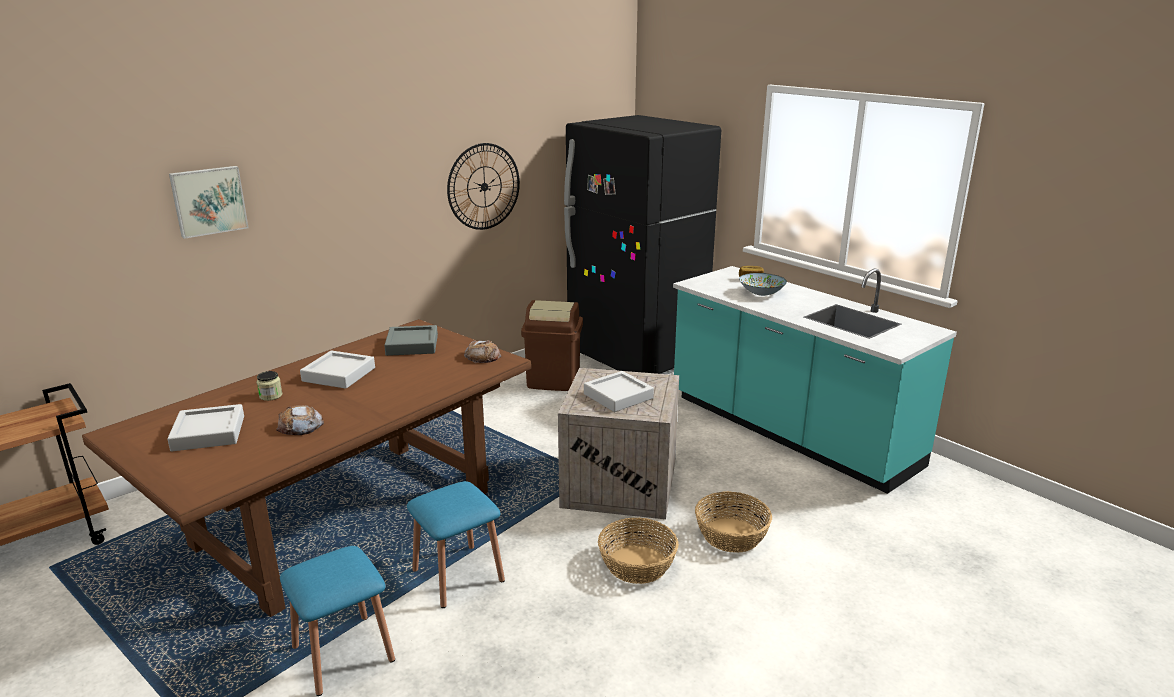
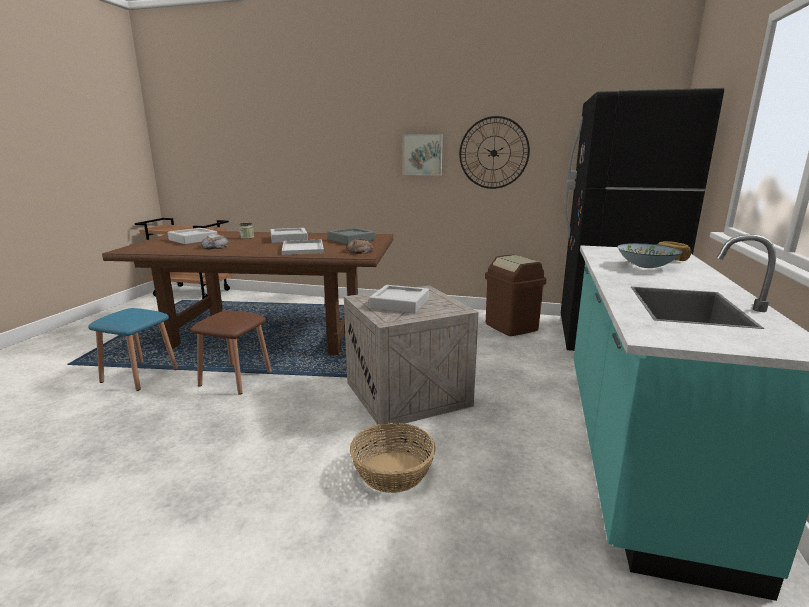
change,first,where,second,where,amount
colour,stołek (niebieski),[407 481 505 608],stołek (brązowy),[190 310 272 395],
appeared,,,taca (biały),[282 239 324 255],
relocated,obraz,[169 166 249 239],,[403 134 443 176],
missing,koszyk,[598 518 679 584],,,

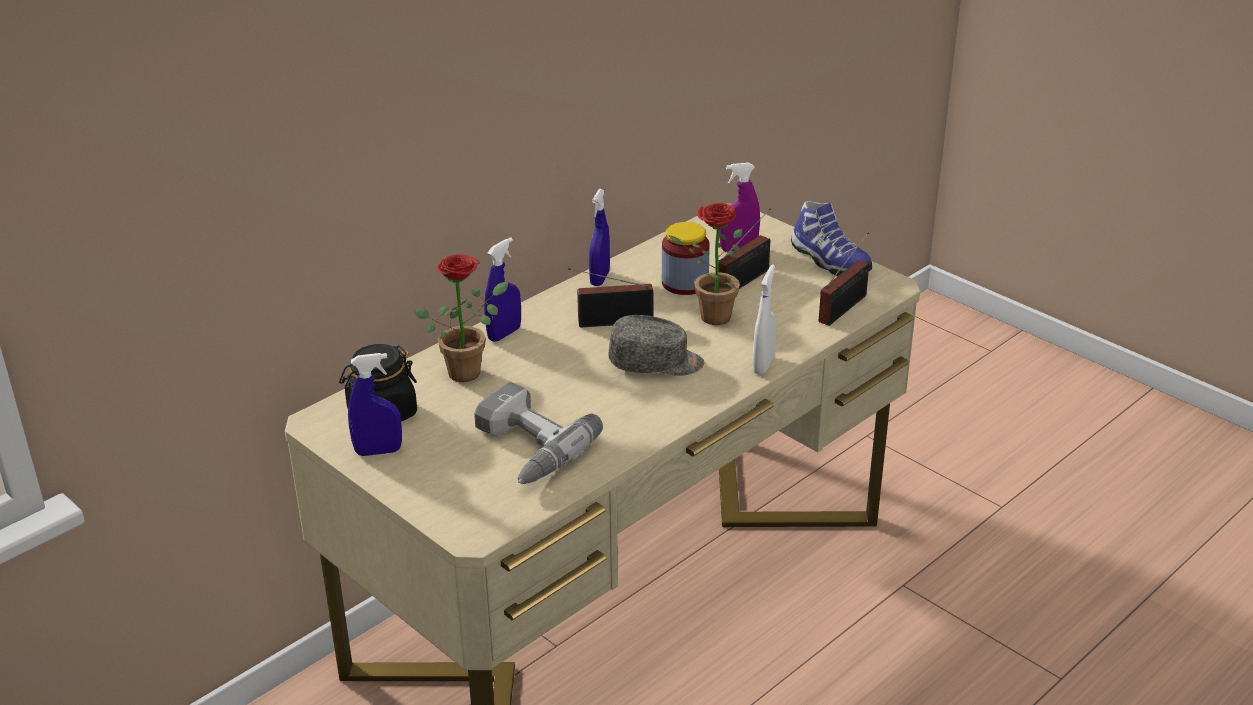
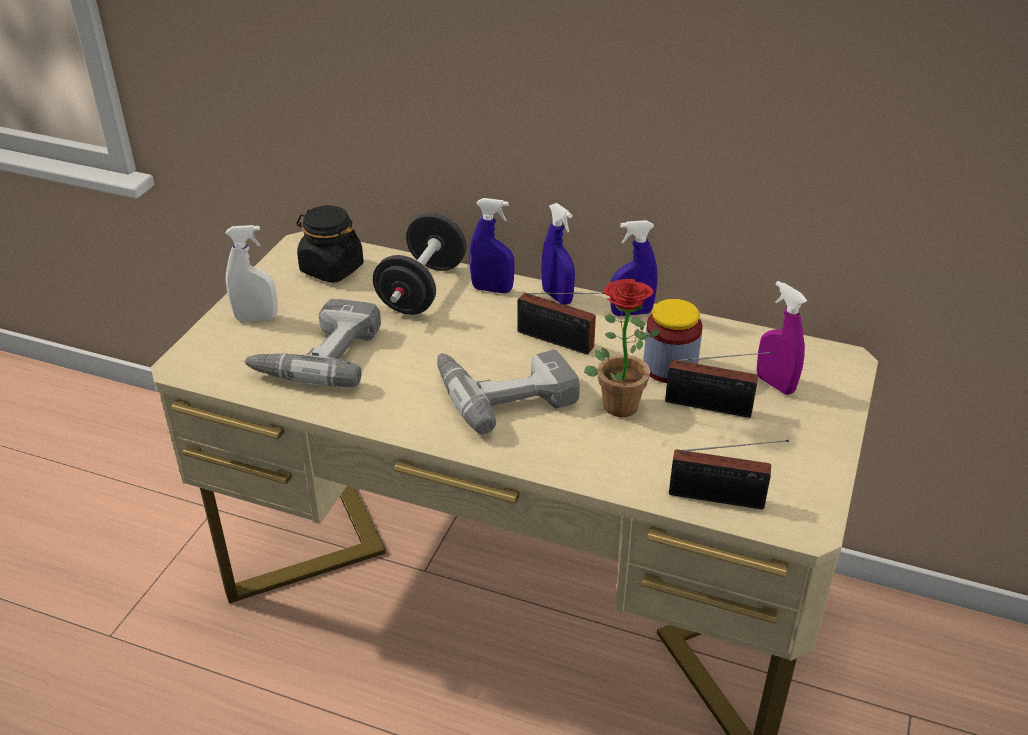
change,first,where,second,where,amount
relocated,spryskiwacz (biały),[753 264 777 375],,[225 225 278 321],
exchanged,roślina doniczkowa,[414 254 508 382],hantel (czarny),[373 213 466 315],
exchanged,czapka z daszkiem (szary),[608 315 704 376],wiertarka,[437 350 580 434],
spun,radio,[568 268 653 327],,[517 292 605 355],150 degrees clockwise
relocated,spryskiwacz (niebieski),[348 353 402 456],,[541 203 575 305],
missing,but,[791 201 872 277],,,

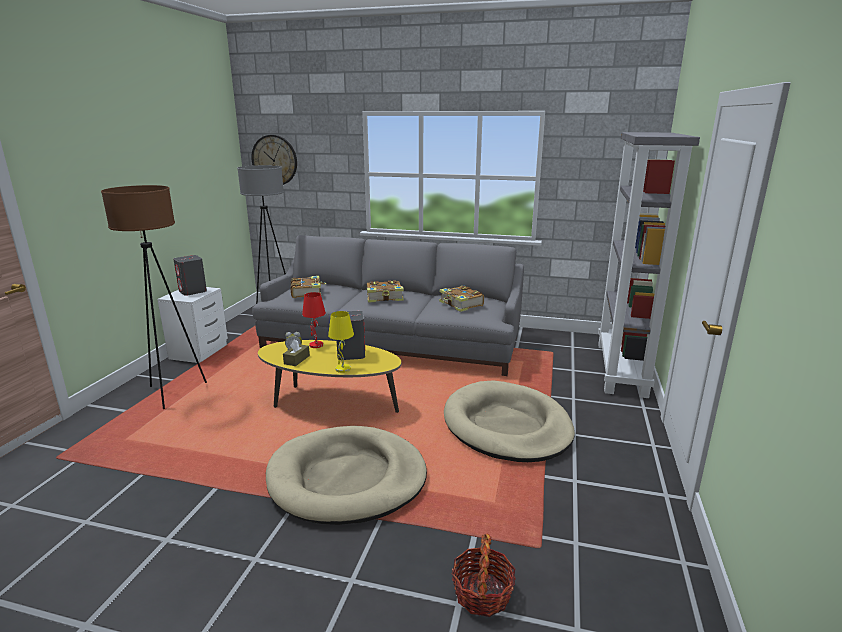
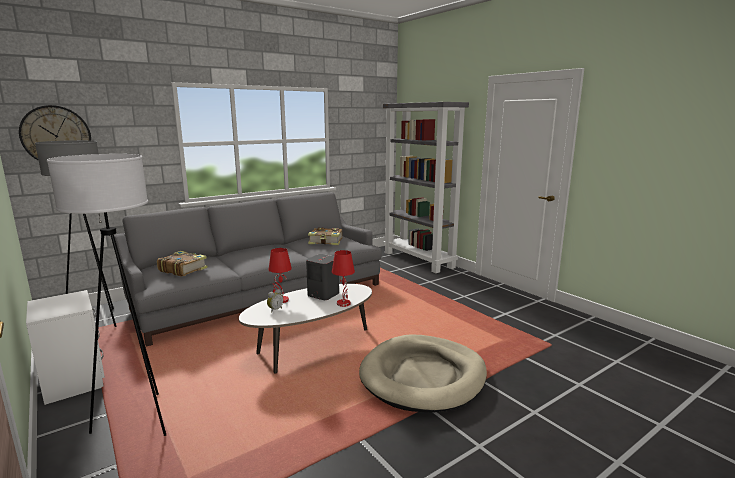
change,first,where,second,where,amount
colour,lampa stojąca (brązowy),[101 185 207 409],lampa stojąca (biały),[47 154 166 436],
colour,ława (żółty),[258 340 401 413],ława (biały),[239 284 372 373],
colour,lampa stołowa (żółty),[328 311 354 373],lampa stołowa (czerwony),[332 250 355 307],
missing,głośnik (szary),[174 255 207 296],,,
missing,pudełko chusteczek (brązowy),[283 339 310 366],,,
missing,książka,[367 280 404 303],,,
missing,legowisko (beżowy),[444 380 575 462],,,
missing,koszyk,[451 533 516 617],,,

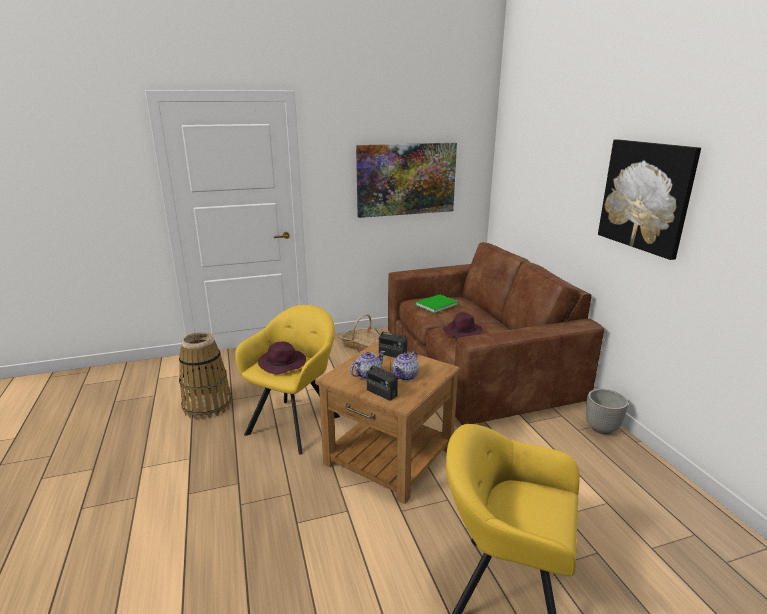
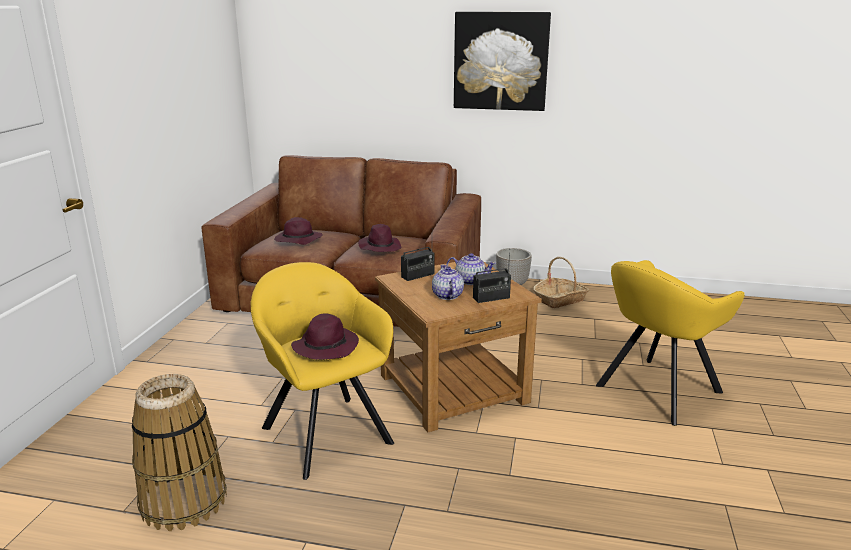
change,first,where,second,where,amount
exchanged,książka (zielony),[415 294 458 313],kapelusz (fioletowy),[274 217 323 245],
spun,imbryk,[392 351 419 381],,[446 253 496 285],45 degrees counterclockwise
relocated,koszyk,[340 314 380 351],,[533 257 589 308],
missing,obraz,[356 143 457 218],,,

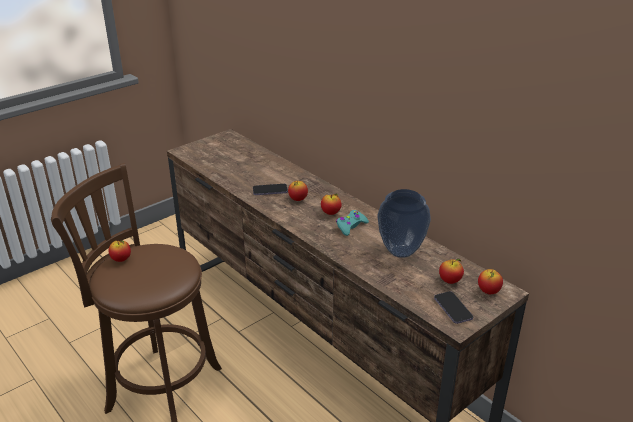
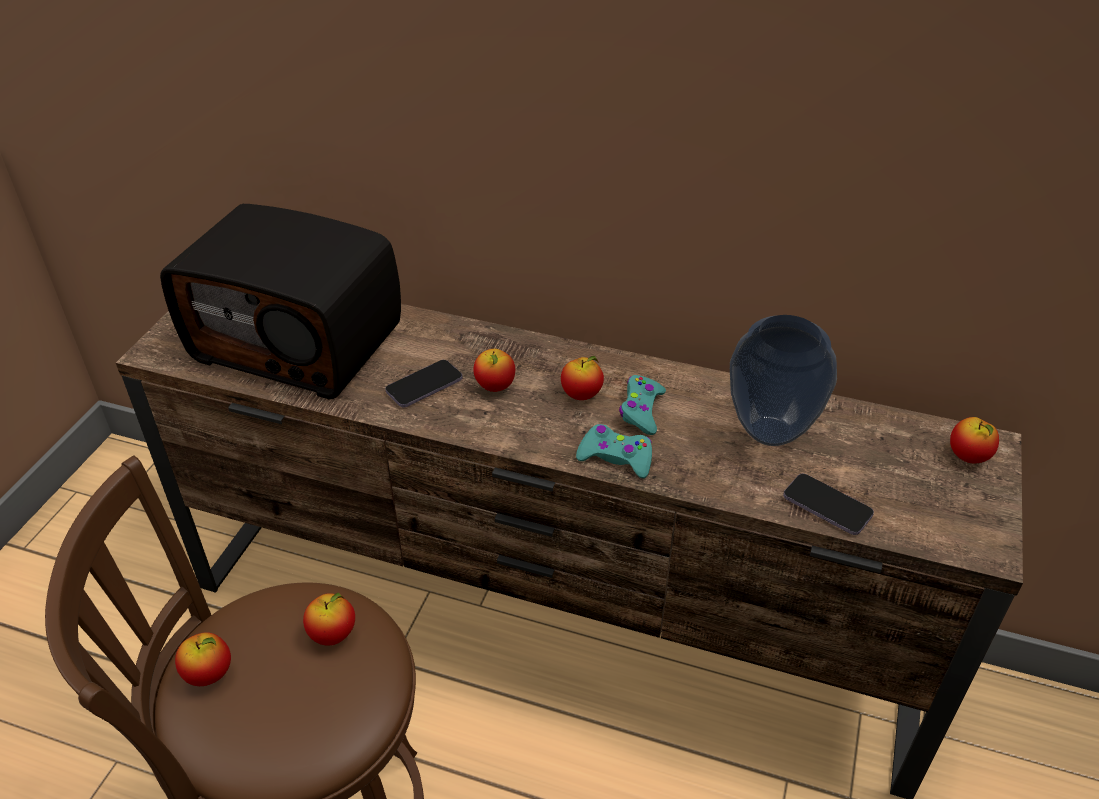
change,first,where,second,where,amount
appeared,,,radio,[160 204 401 399],
relocated,jabłko,[439 259 464 284],,[303 593 355 646],
appeared,,,pad do gier (turkusowy),[576 424 652 478],
relocated,telefon,[434 291 473 324],,[783 474 874 535],

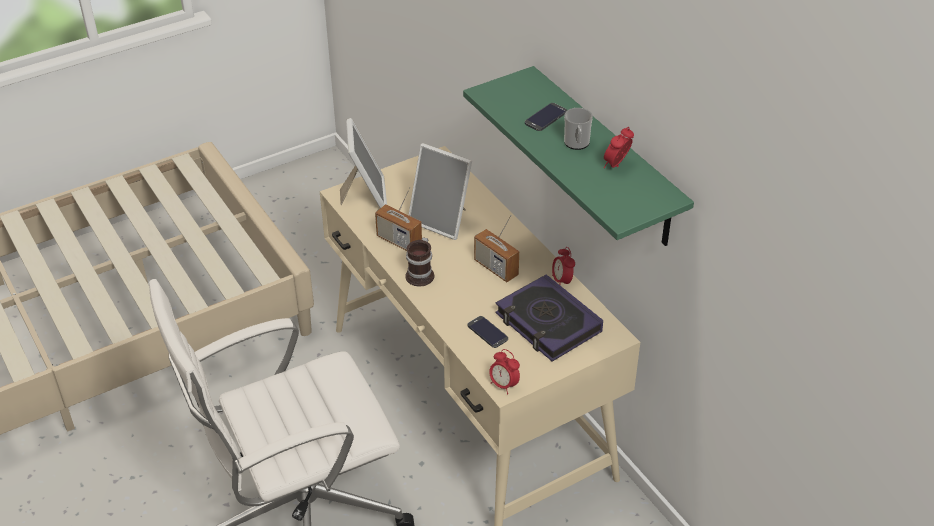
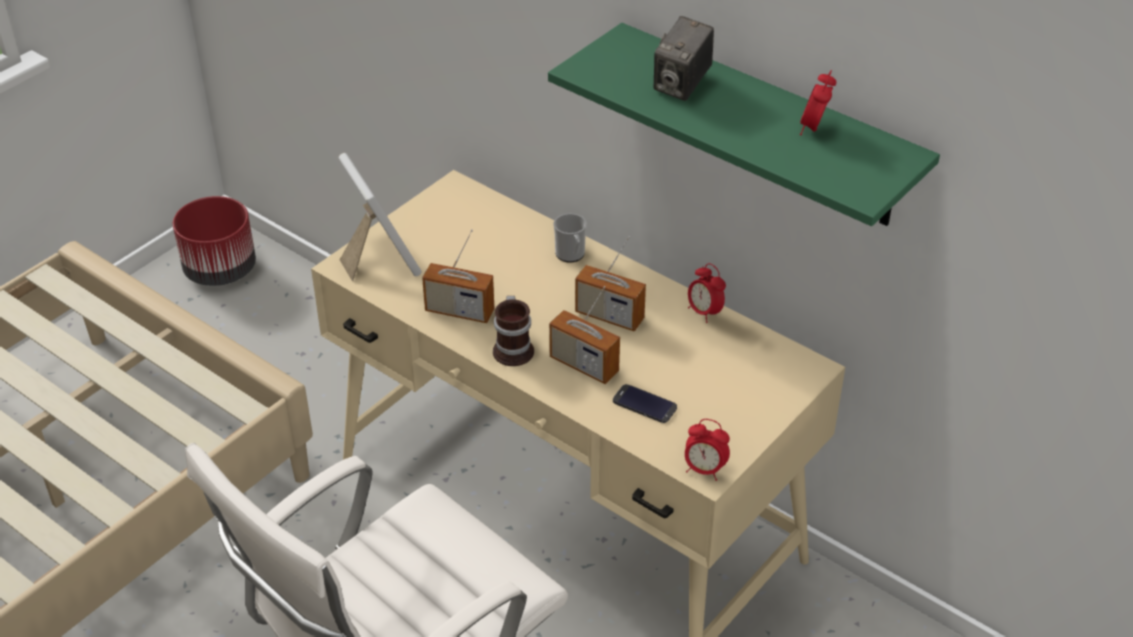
change,first,where,second,where,amount
appeared,,,donica (czerwony),[173 196 256 286],
appeared,,,radio,[549 286 620 384],
relocated,kubek,[564 108 593 150],,[554 213 587 263],
exchanged,telefon,[525 103 567 131],aparat fotograficzny,[654 16 714 101],
missing,ramka na zdjęcie,[408 143 472 240],,,
missing,książka,[495 274 603 362],,,

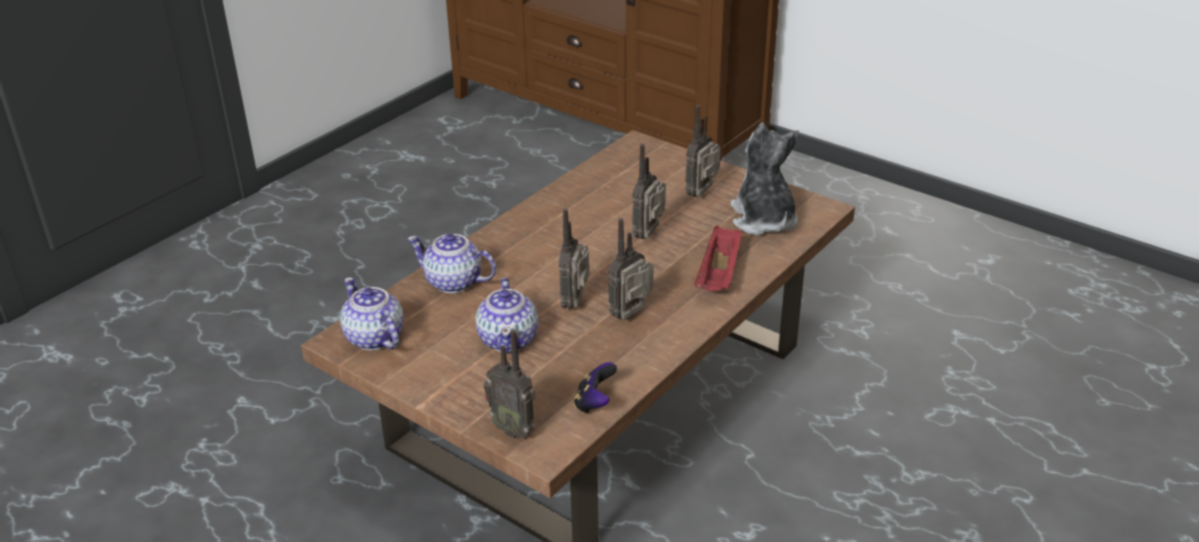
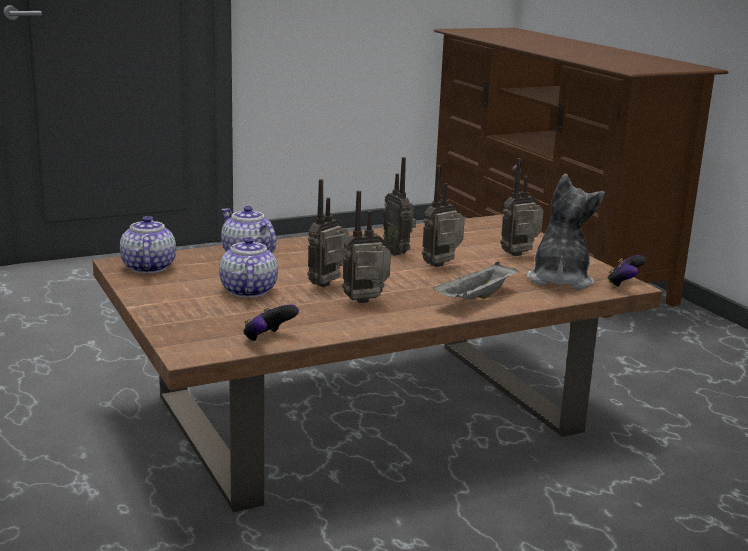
change,first,where,second,where,amount
spun,imbryk,[476 278 538 354],,[219 236 278 298],150 degrees clockwise
relocated,radio,[483 330 535 438],,[383 157 416 256],
colour,taca (czerwony),[694 226 742 291],taca (szary),[433 262 517 299],
appeared,,,pad do gier,[607 255 646 288],

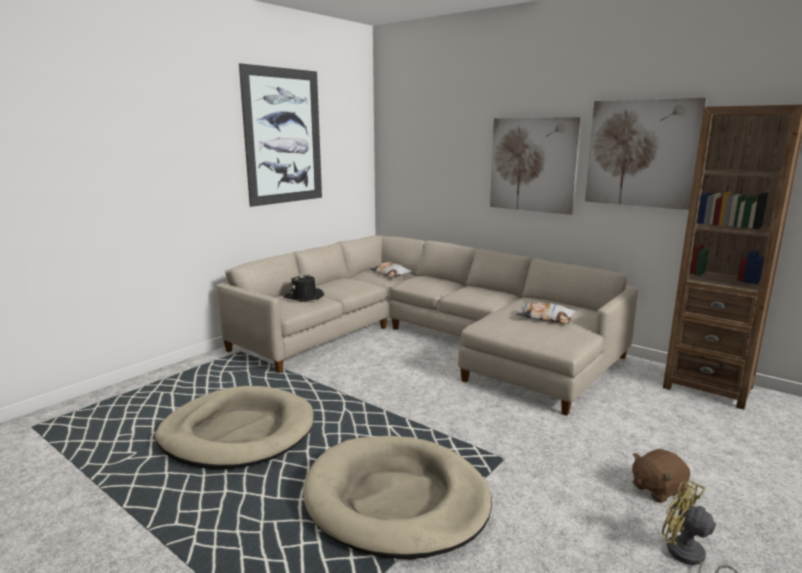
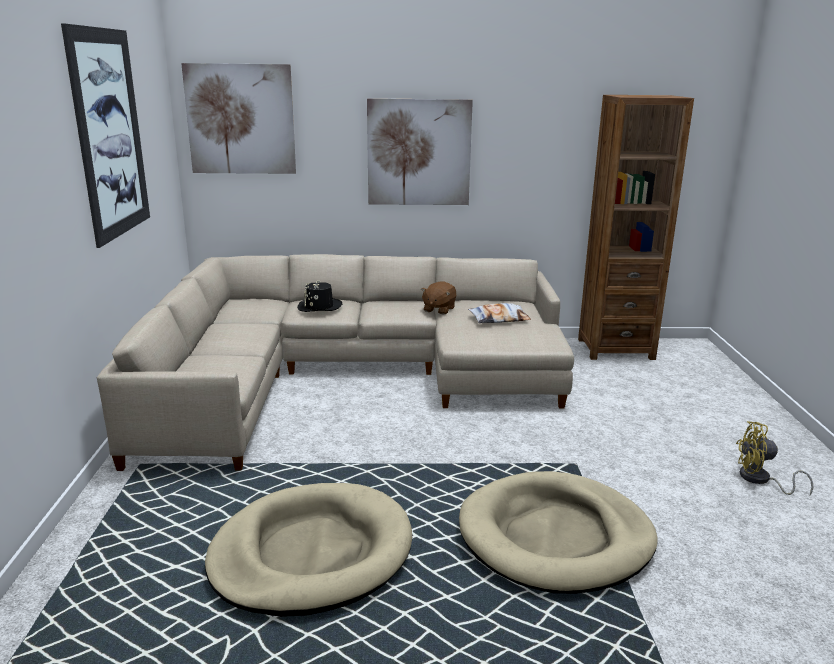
change,first,where,second,where,amount
relocated,obraz,[585 98 707 210],,[181 63 296 174],
relocated,kapelusz (czarny),[284 274 324 301],,[297 281 342 312],
relocated,pluszak (brązowy),[632 449 690 503],,[421 281 456 315],
missing,poduszka,[370 262 412 278],,,

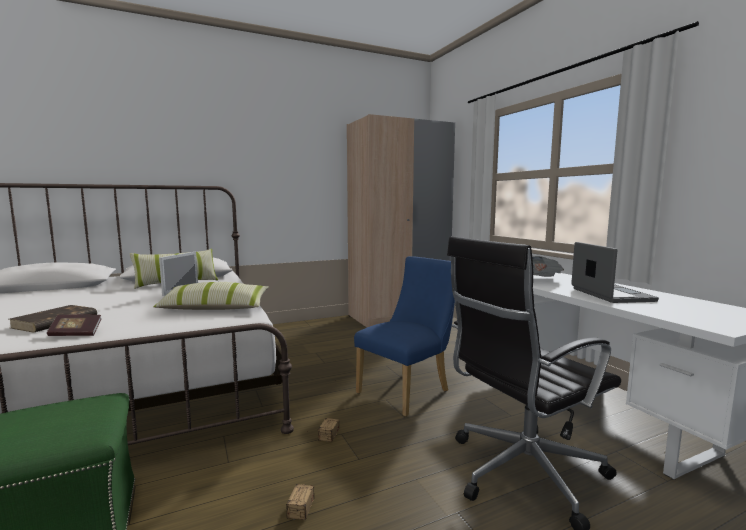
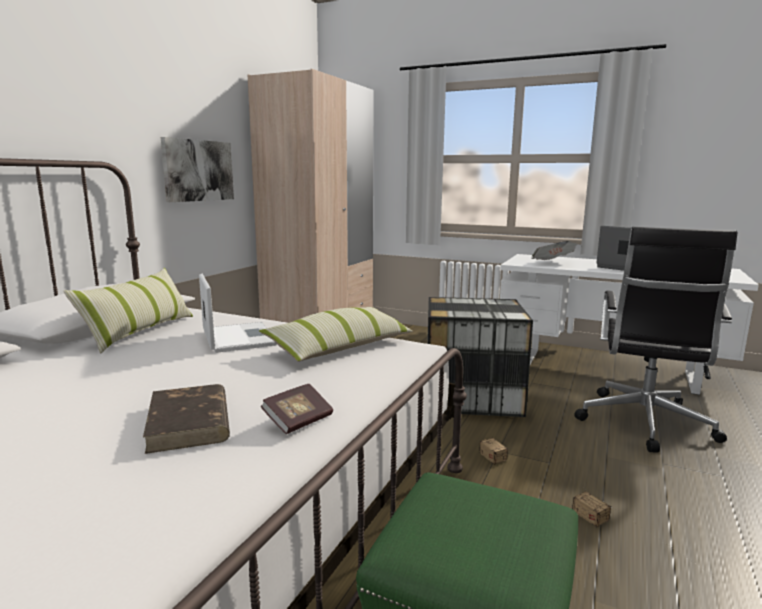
change,first,where,second,where,amount
appeared,,,obraz,[161 137 234 202],
exchanged,krzesło (niebieski),[354 256 455 417],pojemnik do przechowywania,[427 297 533 417],

